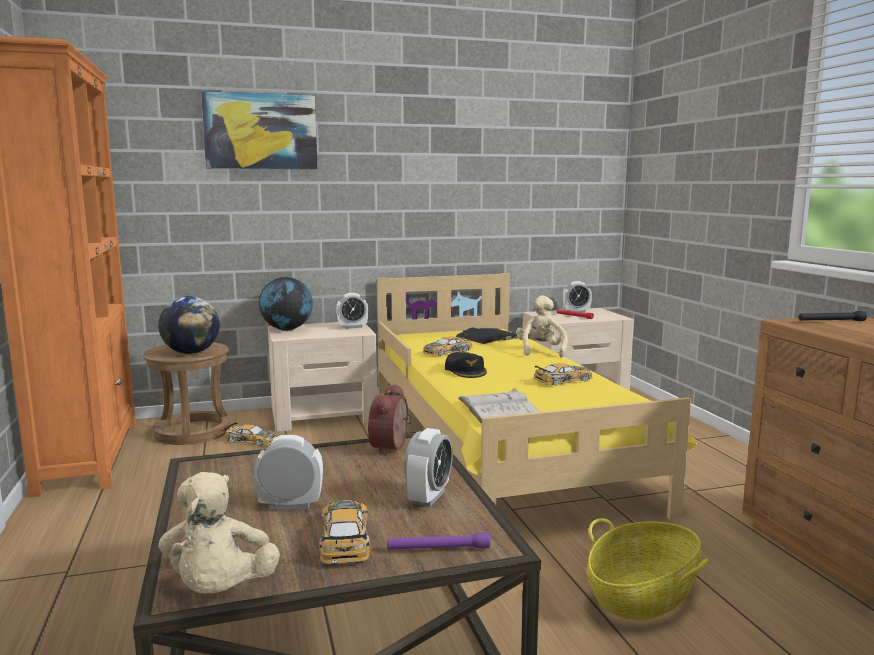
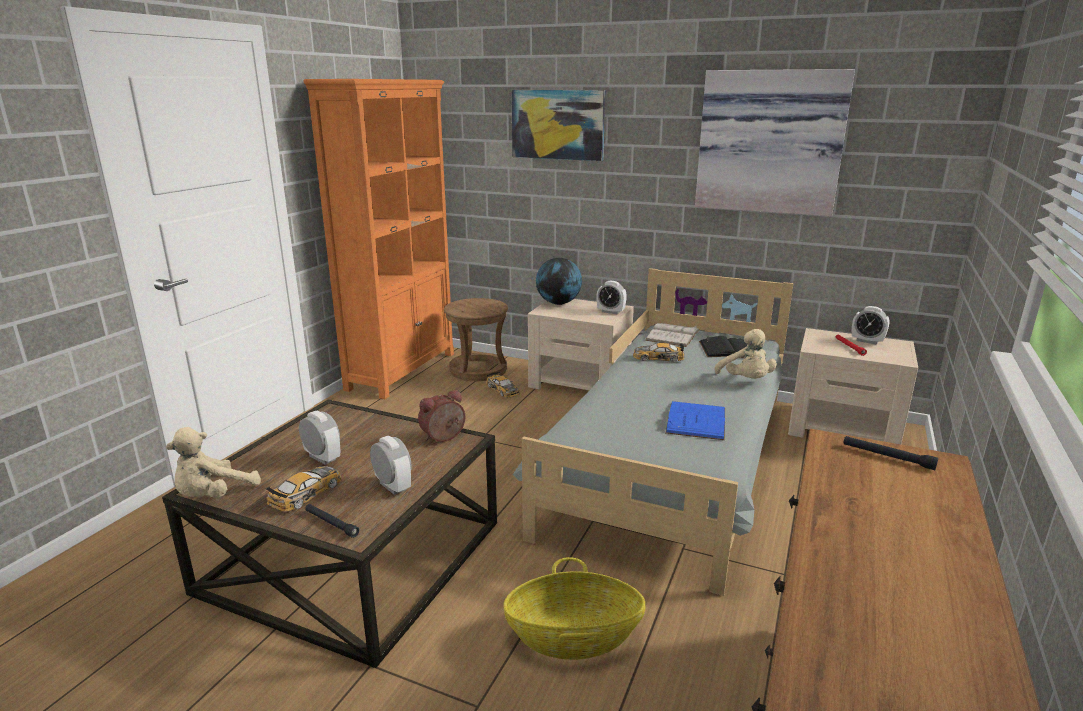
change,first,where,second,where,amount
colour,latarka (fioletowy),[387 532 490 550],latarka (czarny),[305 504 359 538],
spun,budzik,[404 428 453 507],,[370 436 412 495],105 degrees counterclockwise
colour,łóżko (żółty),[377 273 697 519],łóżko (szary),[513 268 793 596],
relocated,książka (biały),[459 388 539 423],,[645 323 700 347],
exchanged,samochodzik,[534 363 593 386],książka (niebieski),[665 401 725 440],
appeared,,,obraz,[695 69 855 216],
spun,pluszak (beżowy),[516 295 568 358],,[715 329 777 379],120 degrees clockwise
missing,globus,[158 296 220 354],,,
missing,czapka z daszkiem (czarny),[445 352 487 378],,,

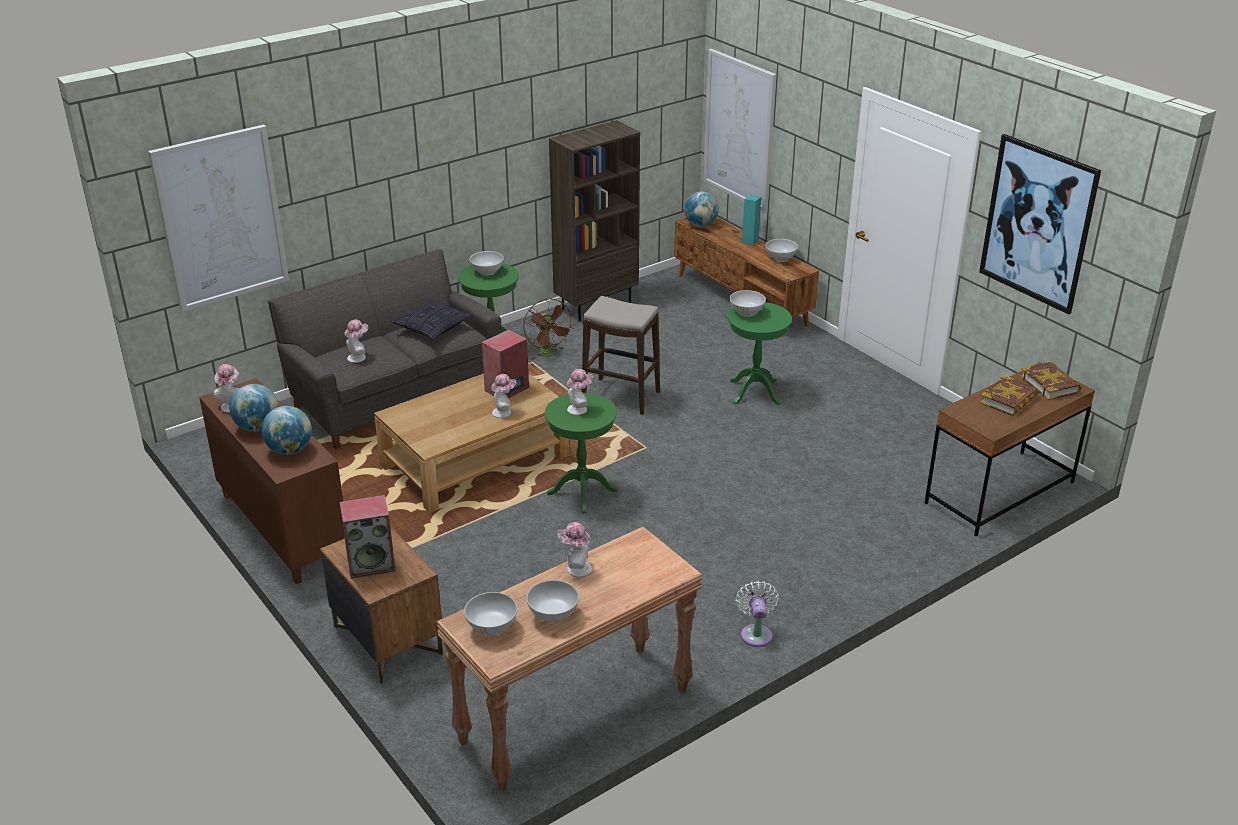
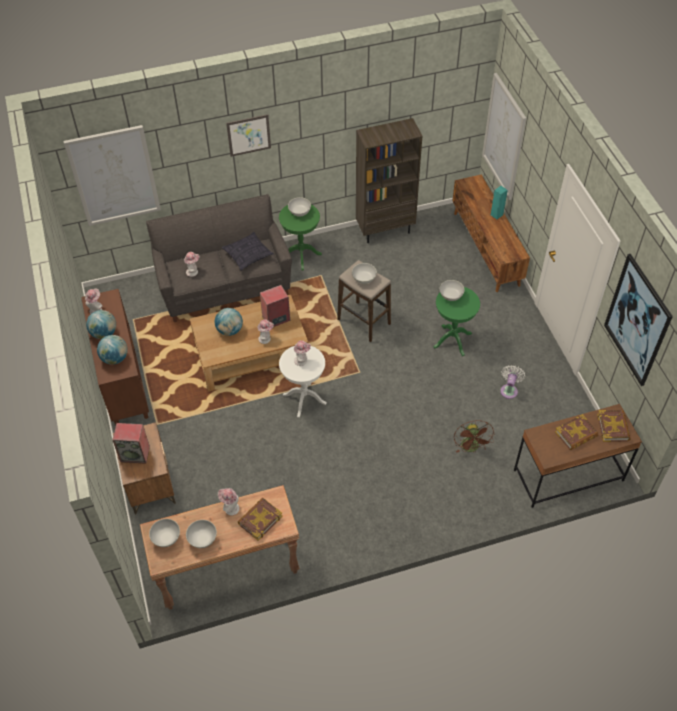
change,first,where,second,where,amount
relocated,globus,[684 191 719 226],,[215 308 243 336],
appeared,,,obraz,[226 114 271 157],
appeared,,,książka,[237 498 283 541],
colour,stolik (zielony),[545 393 618 513],stolik (biały),[279 346 327 418],
relocated,miska (biały),[765 239 798 262],,[352 263 377 284],
relocated,wentylator (brązowy),[523 299 574 360],,[454 421 494 453],
relocated,wentylator (biały),[736 581 779 647],,[500 365 525 399],

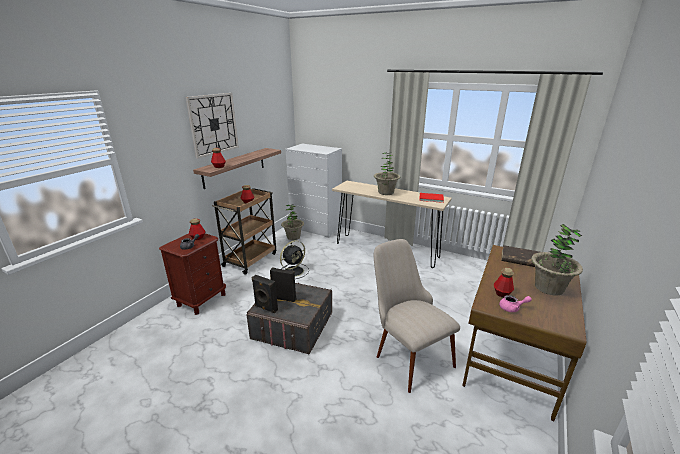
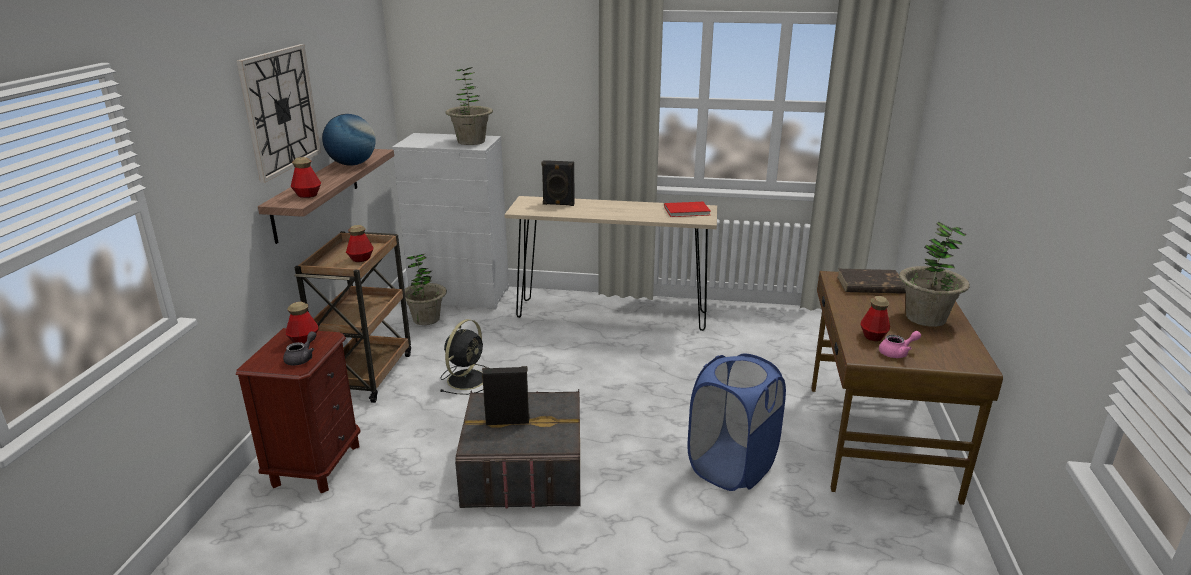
change,first,where,second,where,amount
appeared,,,globus,[322 114 376 166],
relocated,roślina doniczkowa,[374 152 401 195],,[445 67 493 145],
relocated,głośnik (czarny),[252 275 278 314],,[542 160 575 206],
exchanged,krzesło (beżowy),[374 239 460 393],kosz na pranie (niebieski),[688 354 786 491],

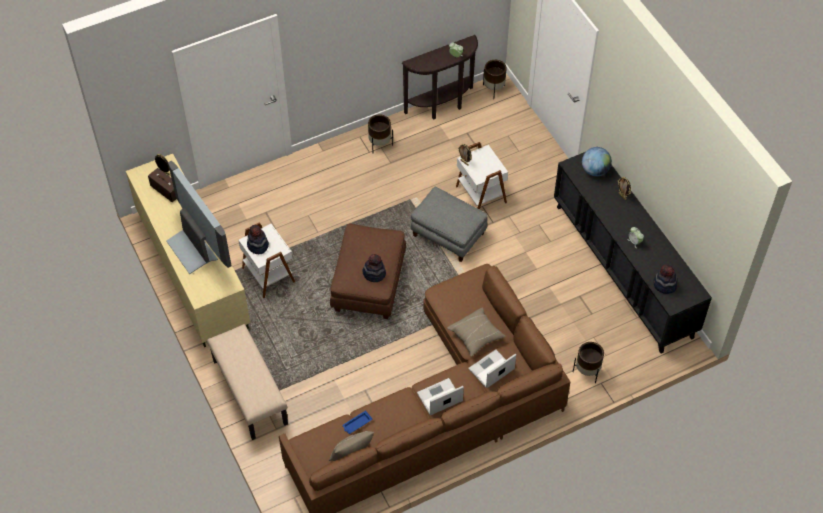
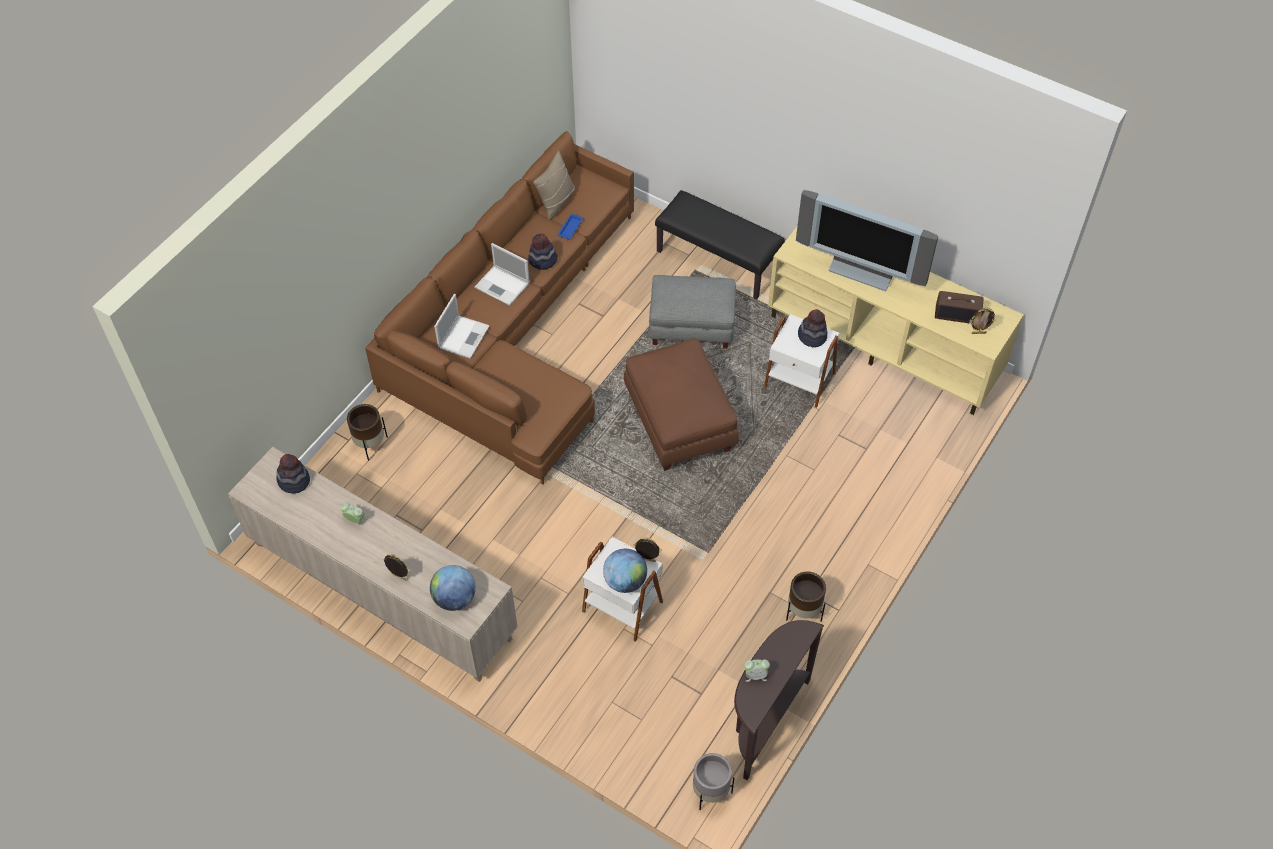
change,first,where,second,where,amount
colour,szafka (czarny),[554 152 712 354],szafka (beżowy),[228 447 517 682],
spun,laptop,[417 378 464 415],,[474 243 530 306],90 degrees clockwise
relocated,kapelusz,[363 254 386 282],,[528 234 558 270],
appeared,,,globus,[603 549 647 593],
relocated,pufa (szary),[411 187 488 262],,[649 275 736 349],
colour,ławka (beżowy),[207 324 288 440],ławka (czarny),[655 190 785 300],
colour,donica (brązowy),[483 60 507 100],donica (szary),[693 753 734 810],
missing,poduszka (beżowy),[447 308 506 357],,,

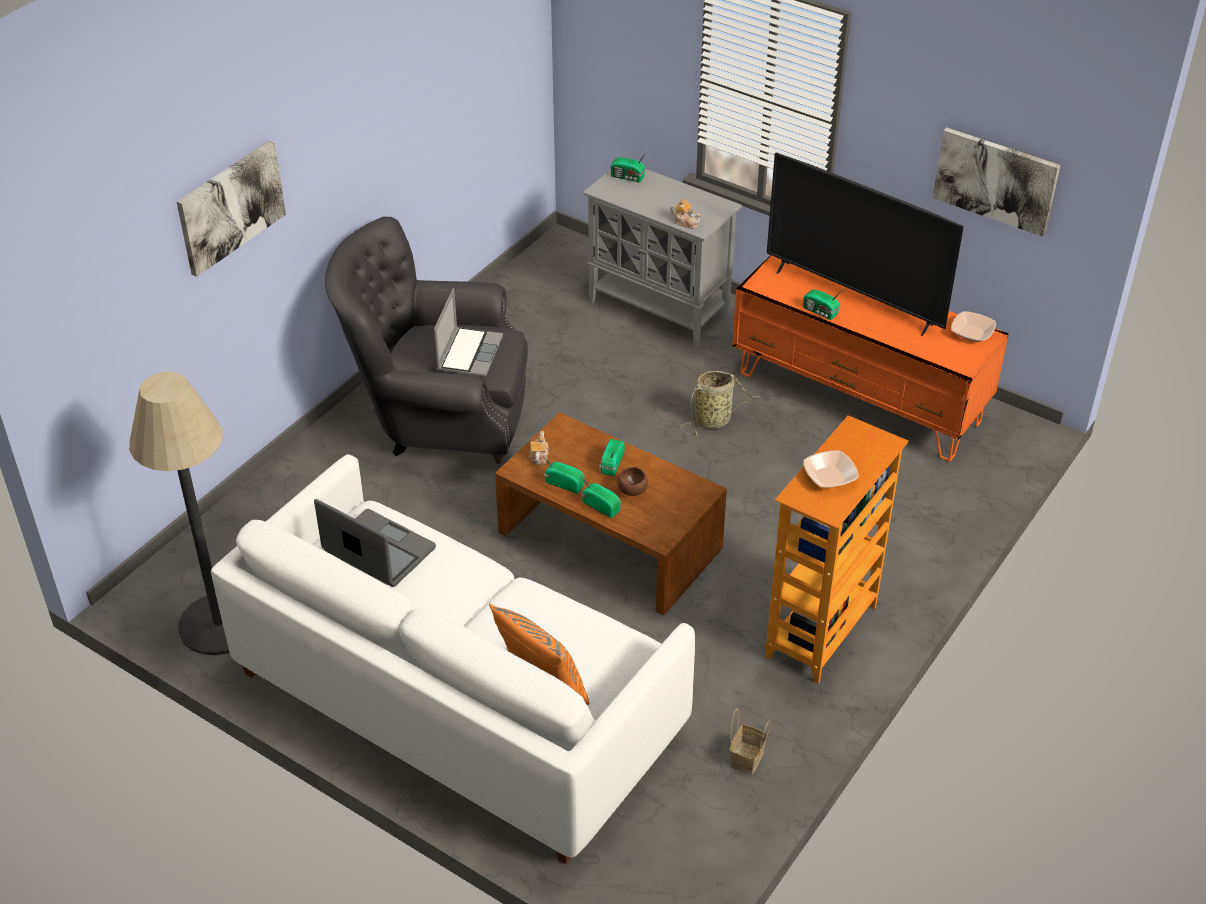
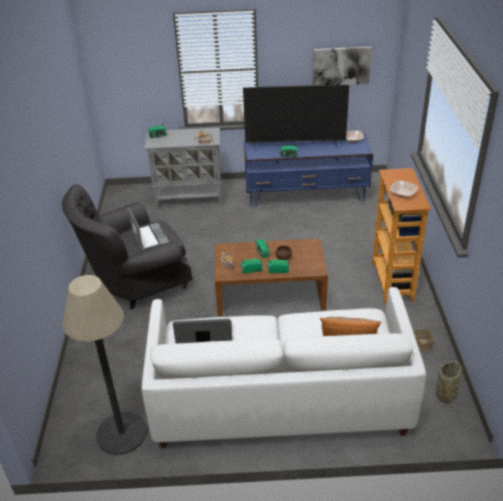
change,first,where,second,where,amount
colour,szafka pod telewizor (pomarańczowy),[732 255 1009 462],szafka pod telewizor (niebieski),[244 134 373 206],
relocated,koszyk,[680 371 760 436],,[436 361 462 413],
missing,obraz,[176 141 286 277],,,

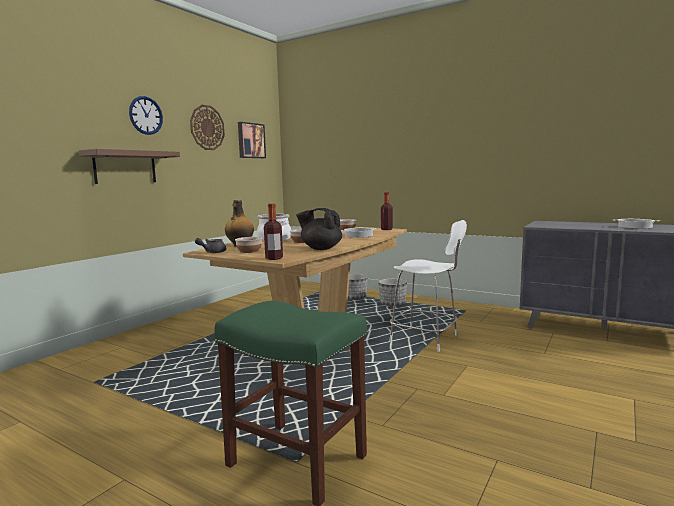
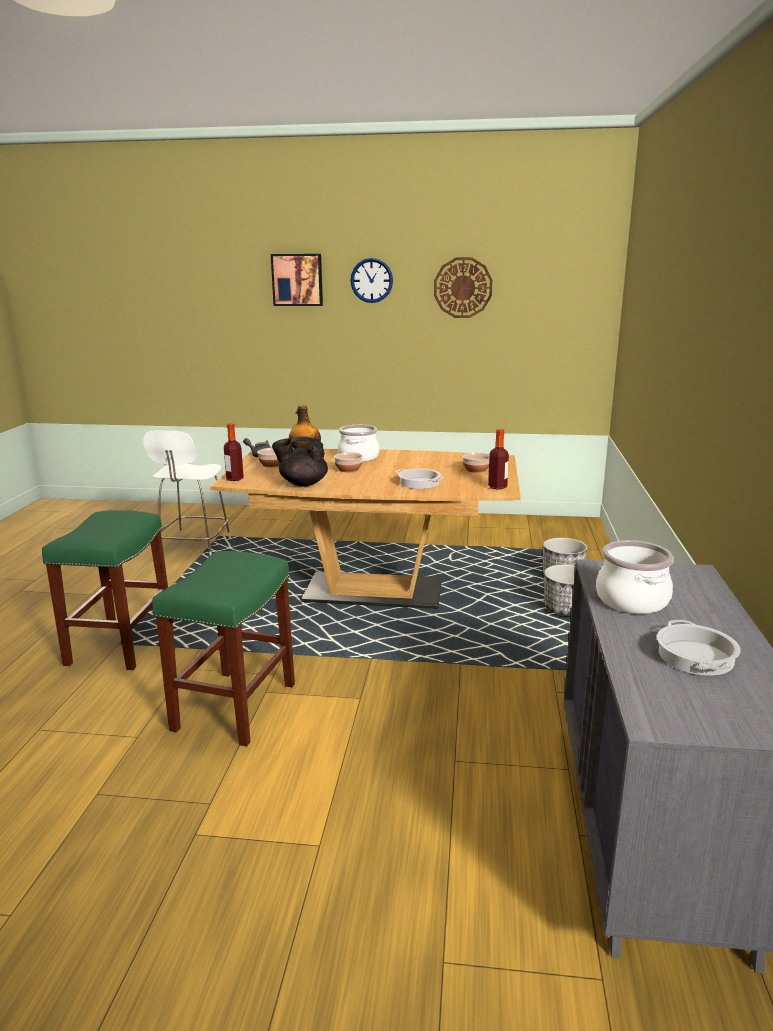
change,first,where,second,where,amount
relocated,krzesło (biały),[389 220 467 352],,[143 430 231 556],
appeared,,,stołek (zielony),[152 551 295 747],
relocated,obraz,[238 122 266 158],,[271 254 323 306],
spun,imbryk (czarny),[296 208 342 250],,[272 437 328 487],90 degrees counterclockwise
appeared,,,garnek,[596 540 674 614],
missing,półka (brązowy),[79 149 180 184],,,

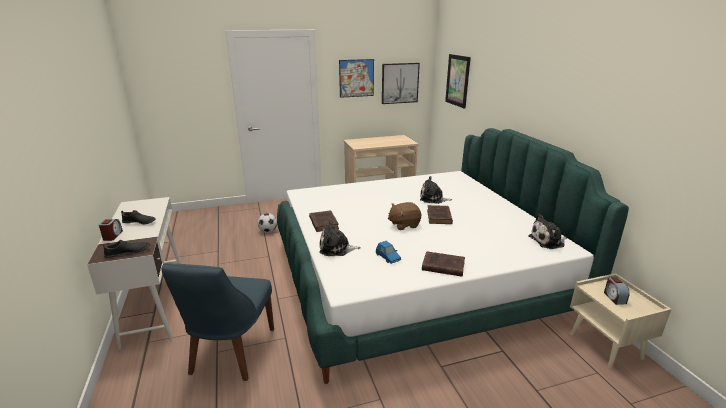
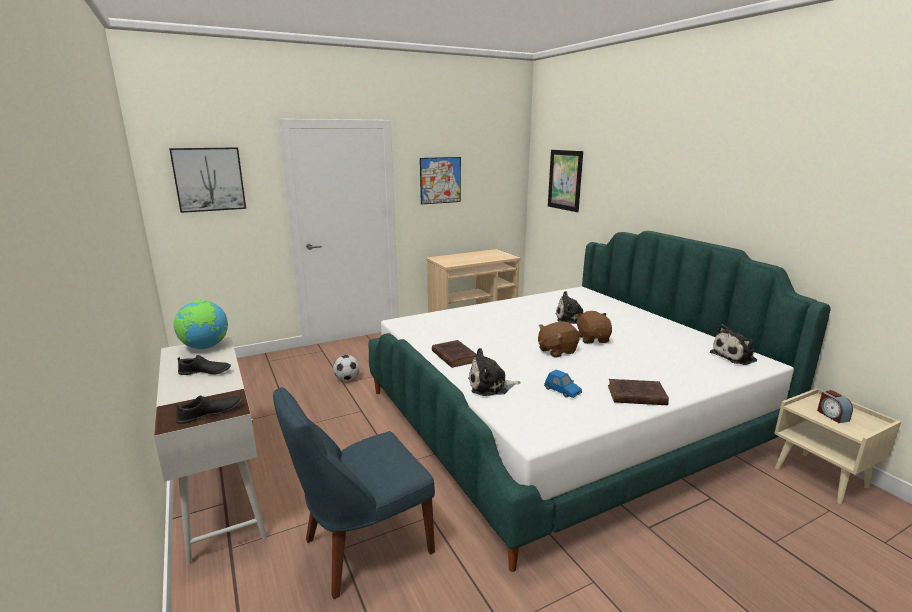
change,first,where,second,where,amount
relocated,obraz,[382 63 420 104],,[169 147 246 213],
appeared,,,globus,[174 300 228 349],
spun,krzesło (niebieski),[161 263 274 381],,[273 387 435 599],60 degrees clockwise
exchanged,książka (brązowy),[427 205 453 224],pluszak (brązowy),[576 311 612 344],
missing,budzik,[99 219 123 241],,,

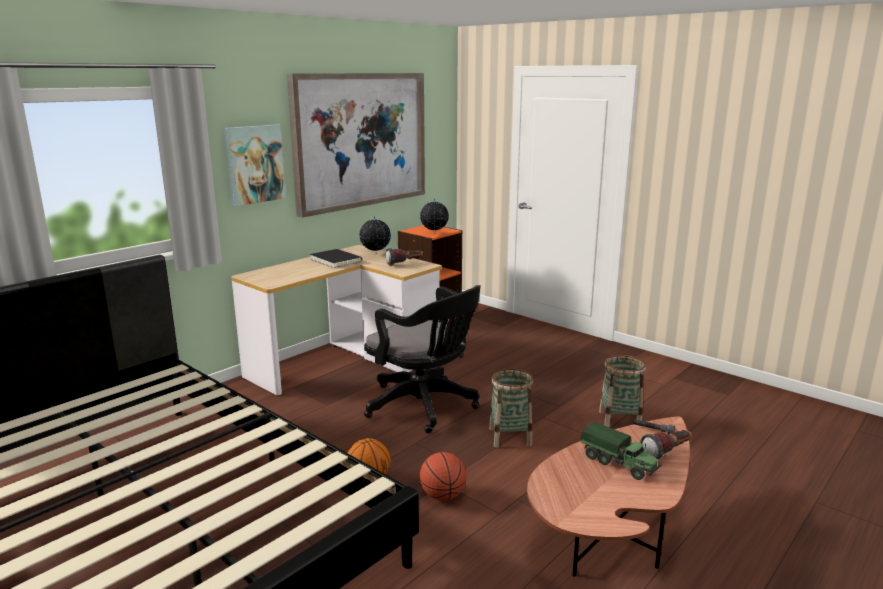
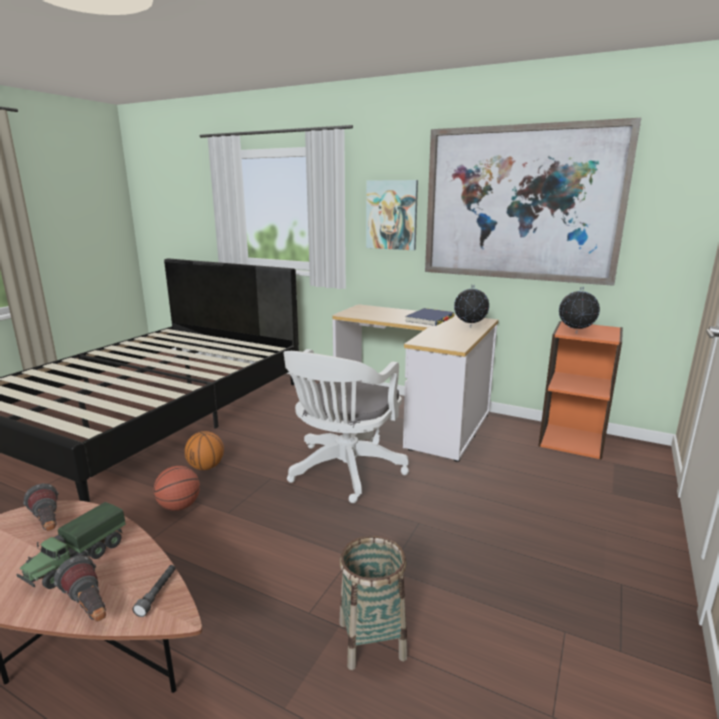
change,first,where,second,where,amount
relocated,latarka,[386 248 423 266],,[23 483 59 531],
colour,krzesło biurowe (czarny),[364 285 481 434],krzesło biurowe (biały),[284 349 409 503],
colour,książka (czarny),[309 249 362 269],książka (niebieski),[405 308 455 326],
missing,koszyk,[489 369 534 448],,,

